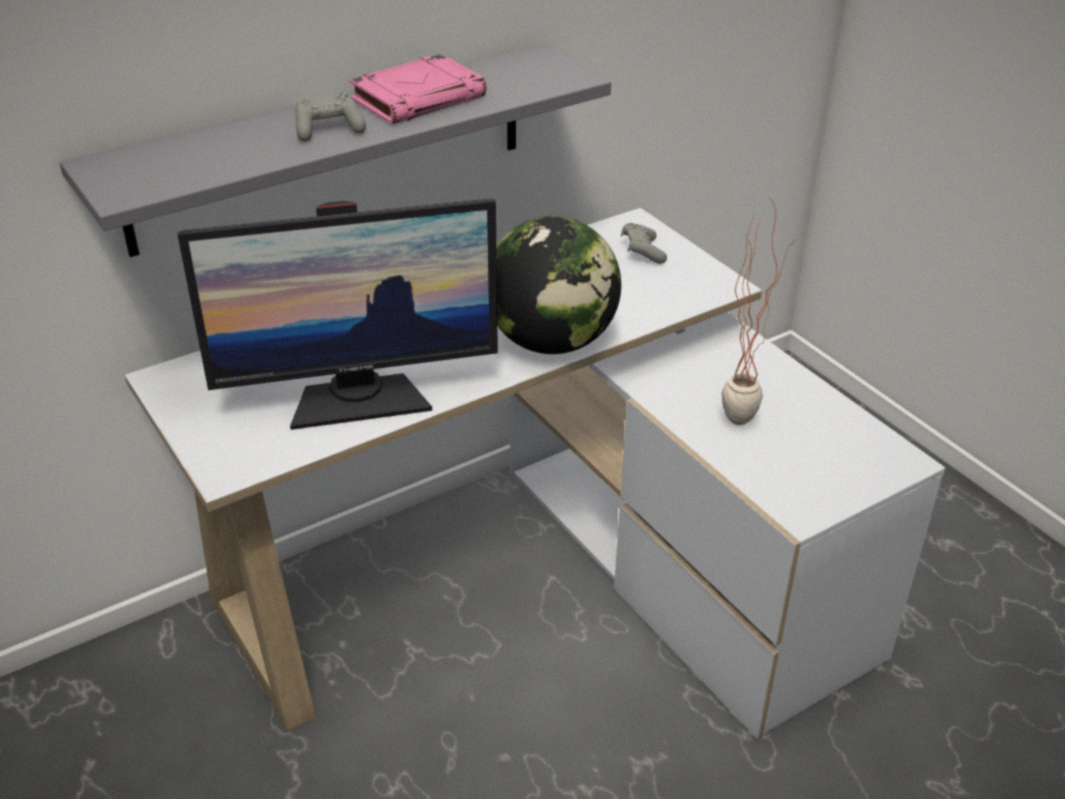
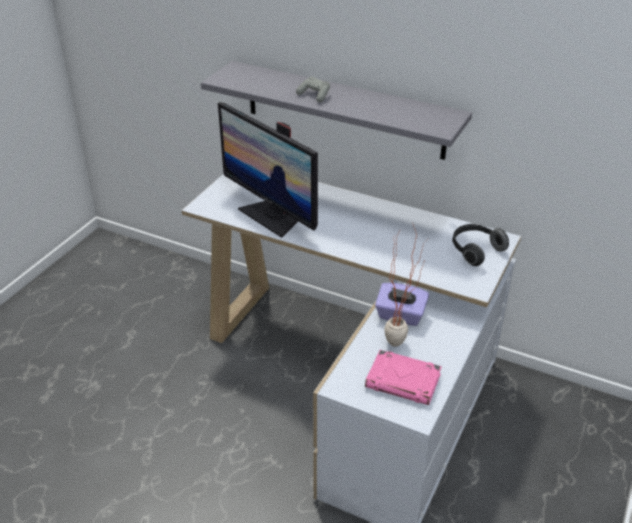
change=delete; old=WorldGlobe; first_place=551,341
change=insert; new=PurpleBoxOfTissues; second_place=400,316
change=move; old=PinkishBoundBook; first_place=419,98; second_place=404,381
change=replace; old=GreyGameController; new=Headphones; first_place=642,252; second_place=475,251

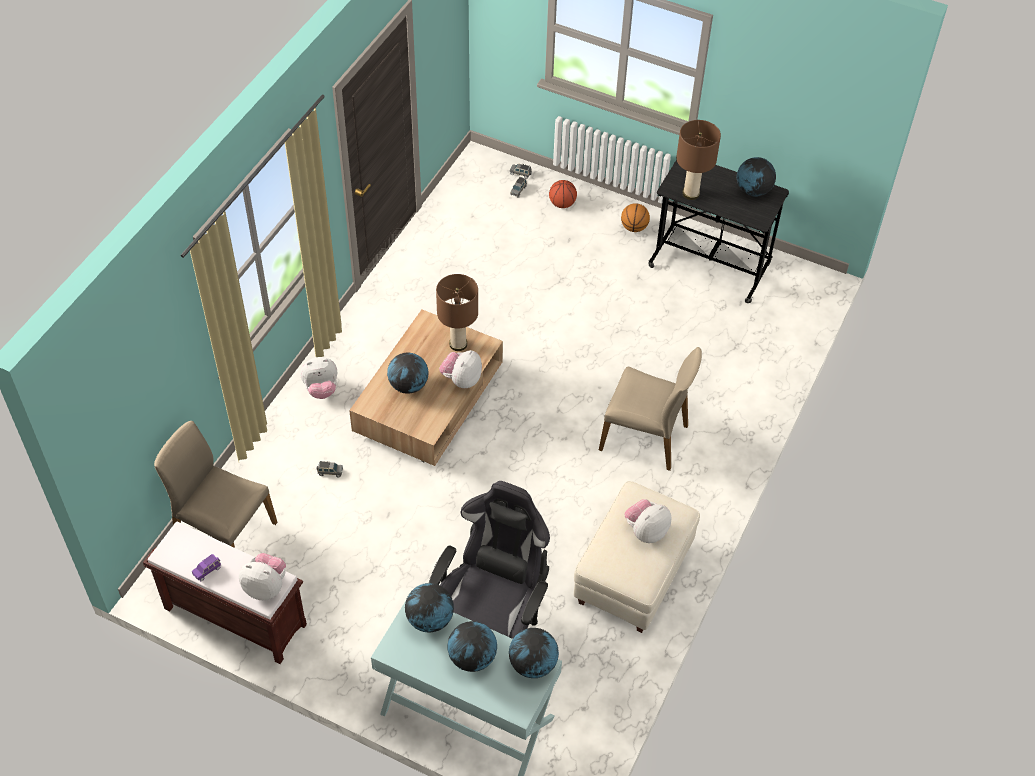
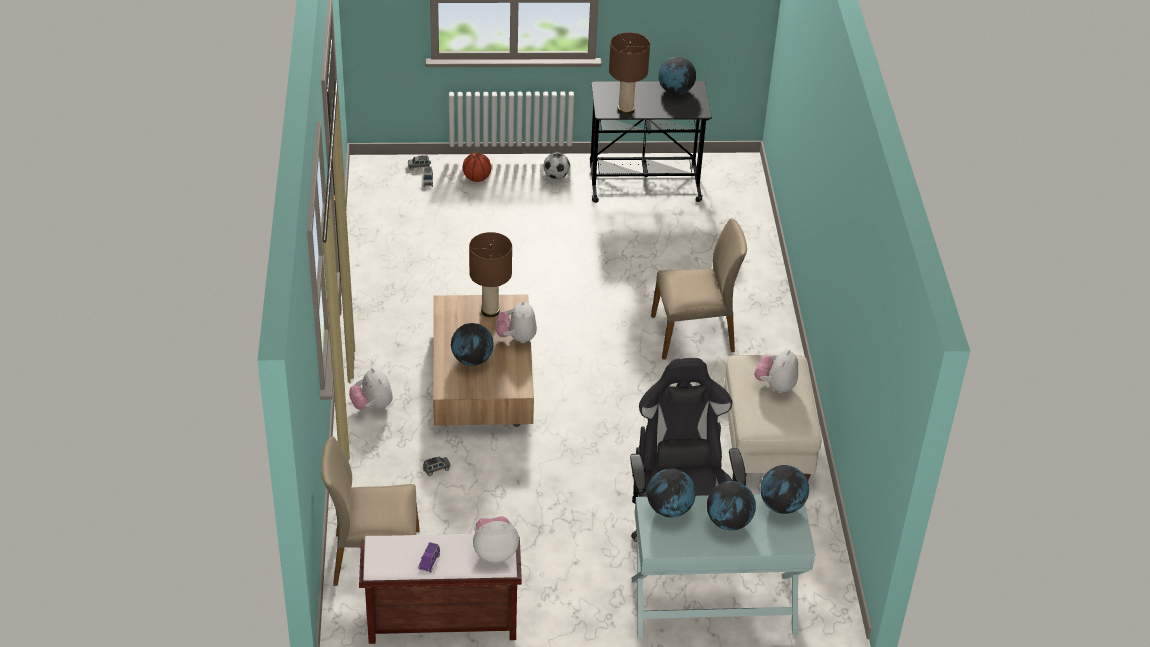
change=replace; old=Basketball; new=FootballBall; first_place=634,227; second_place=556,176
change=rotate; old=PlushToy; first_place=321,389; second_place=372,406; degrees=105

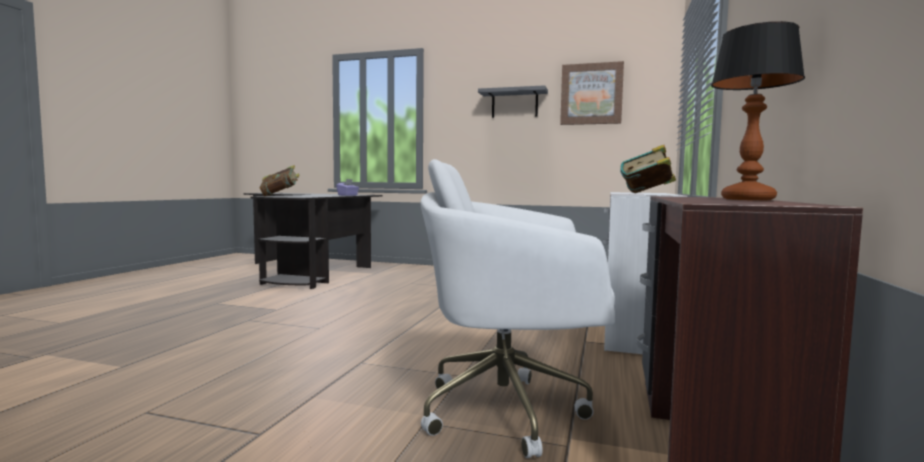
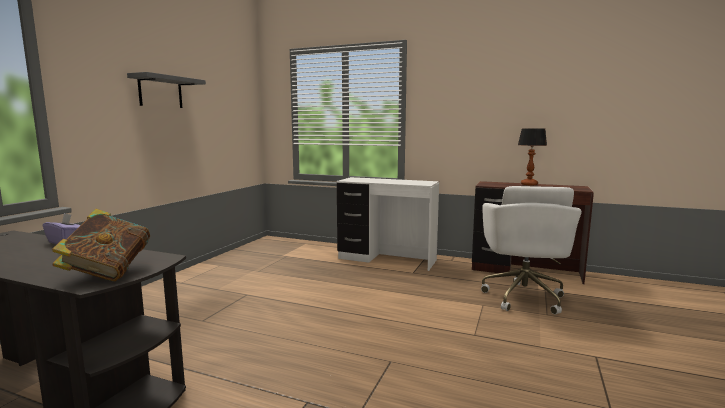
change=delete; old=Picture; first_place=591,94
change=delete; old=BoundBook; first_place=647,193

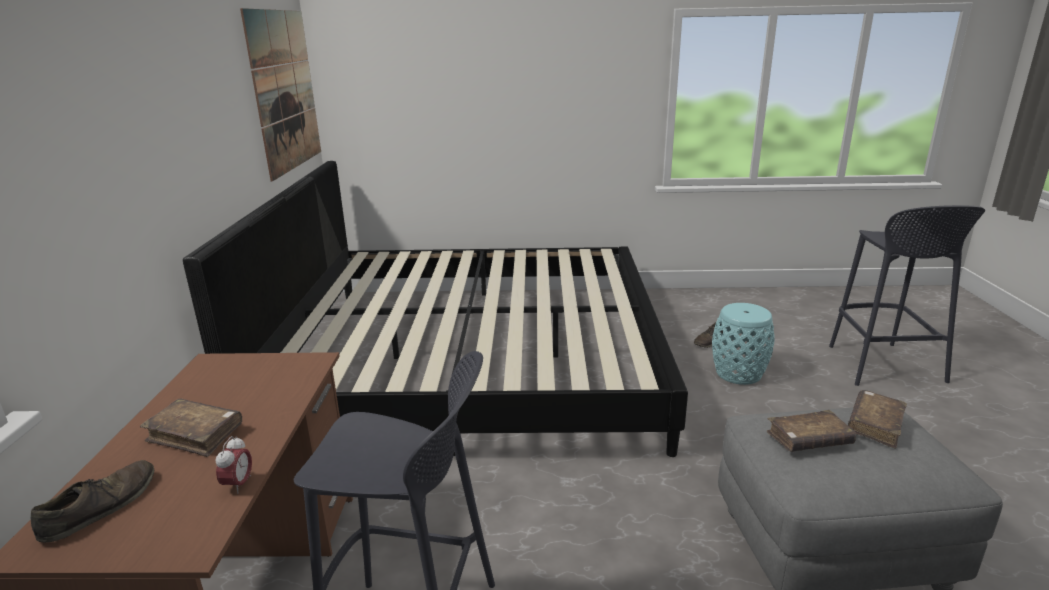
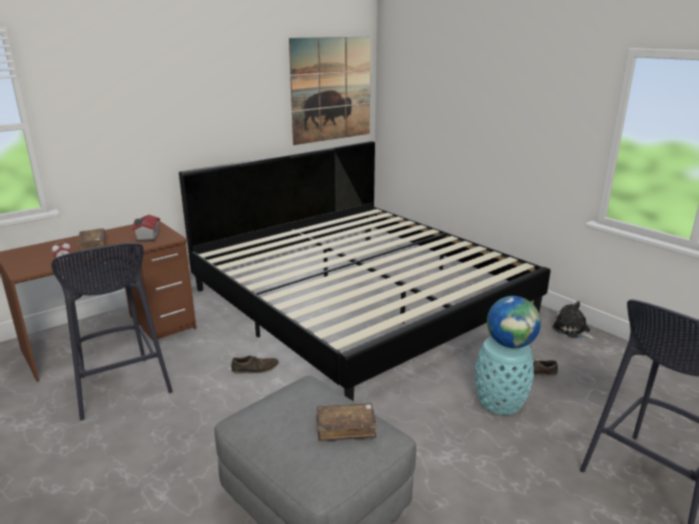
change=delete; old=BrownishBoundBook; first_place=808,440
change=insert; new=ModelHouse; second_place=147,237
change=insert; new=WorldGlobe; second_place=510,344
change=insert; new=PlushToy; second_place=572,330
change=move; old=BrownishItemOfFootwear; first_place=101,507; second_place=255,369

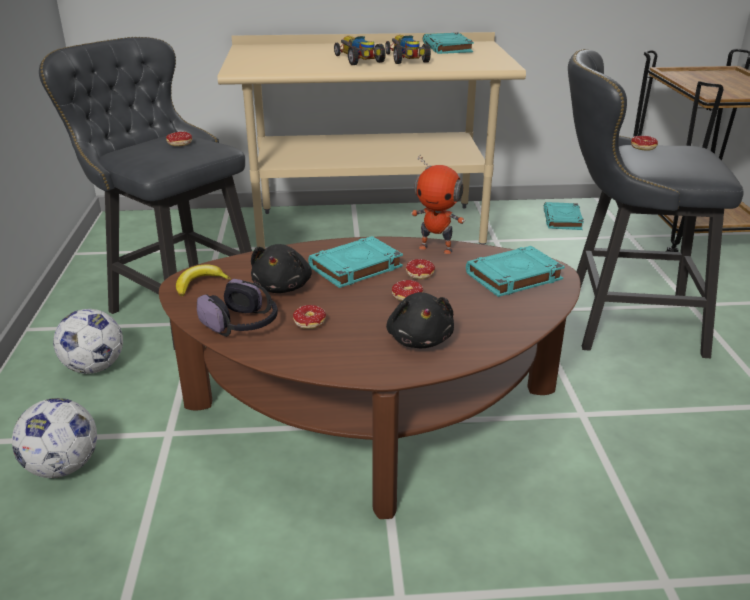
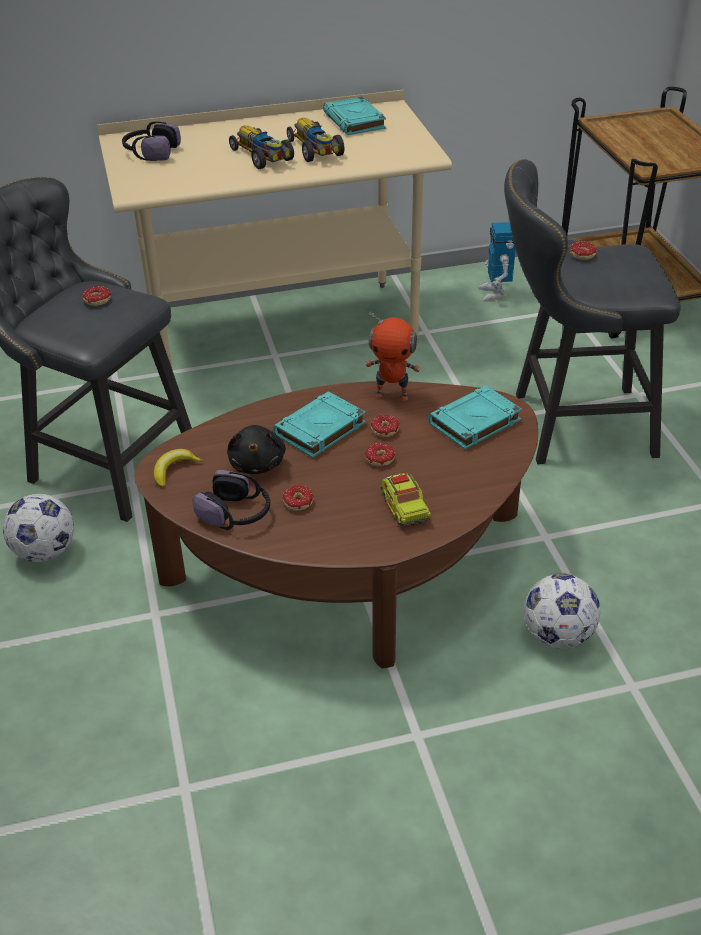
change=insert; new=Headphones; second_place=151,152
change=move; old=FootballBall; first_place=63,467; second_place=557,636
change=replace; old=BlackishPlushToy; new=ToyLorry; first_place=420,339; second_place=404,508
change=replace; old=TurquoiseColouredBoundBook; new=ModelRobot; first_place=562,220; second_place=495,293

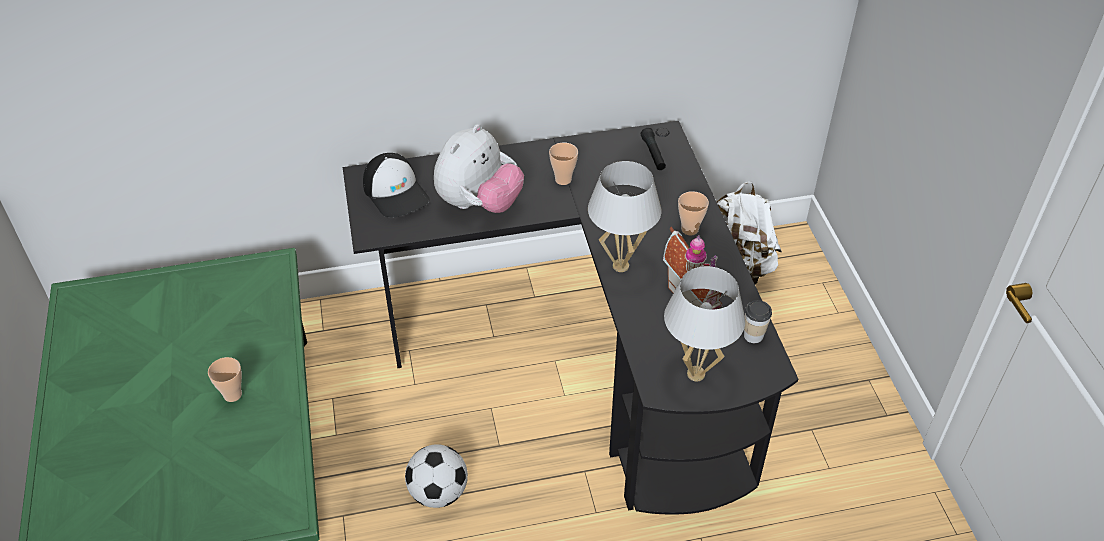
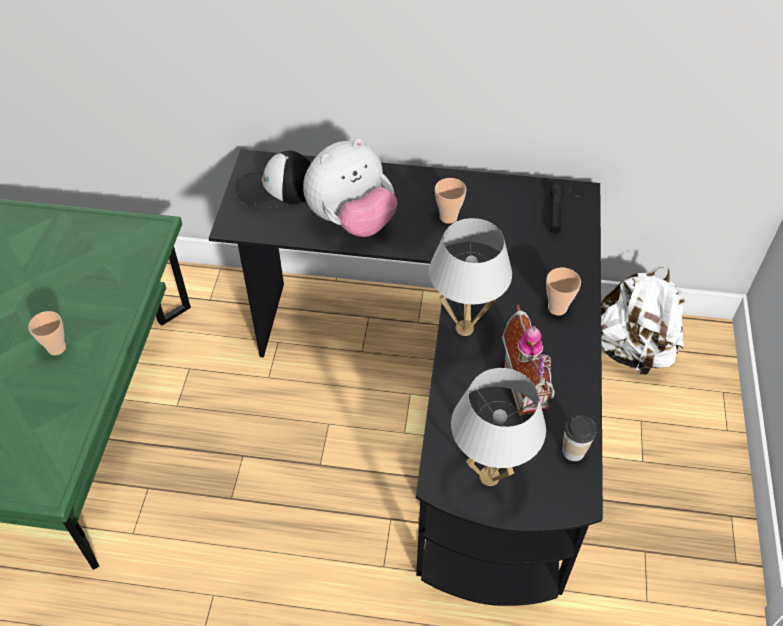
change=delete; old=FootballBall; first_place=438,492
change=rotate; old=Cap; first_place=396,192; second_place=277,188; degrees=90

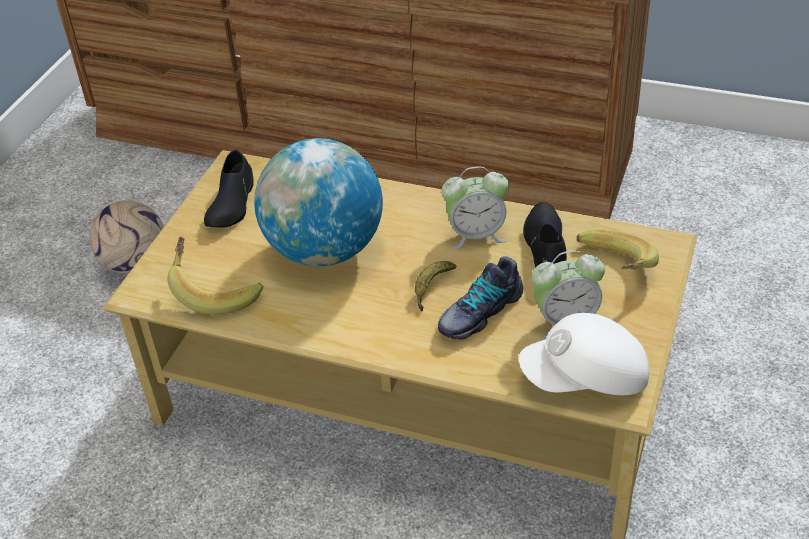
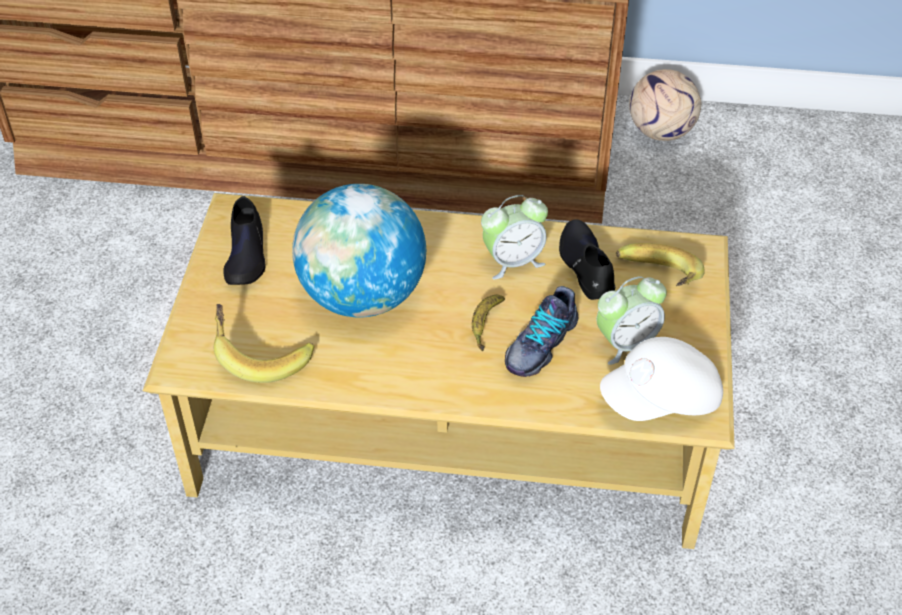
change=move; old=FootballBall; first_place=136,263; second_place=660,131

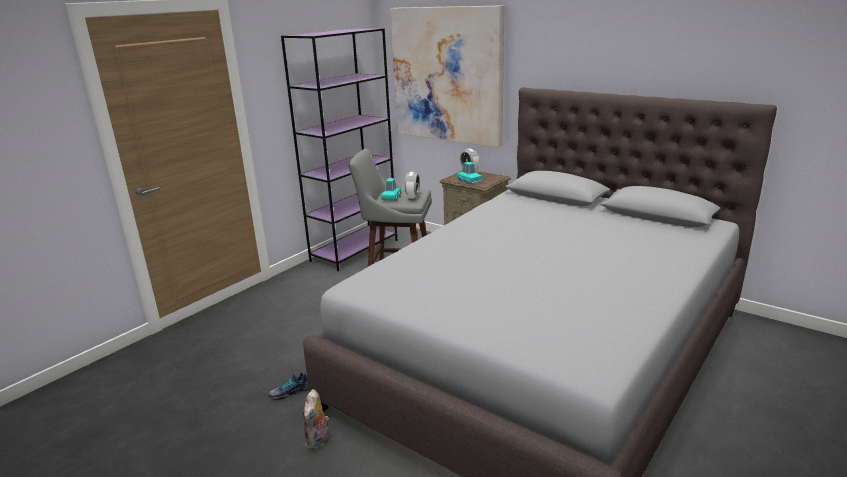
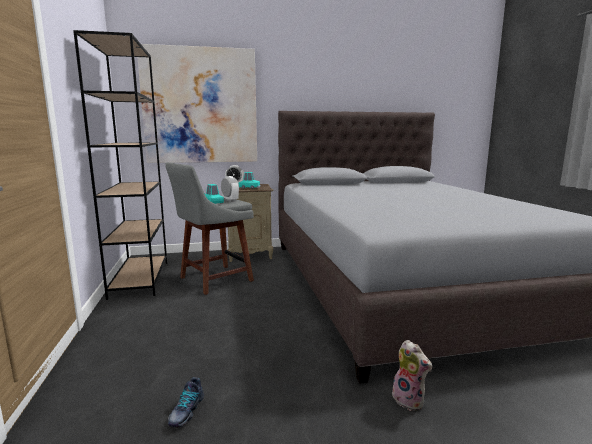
change=move; old=ItemOfFootwear; first_place=289,392; second_place=186,411
change=recolor; old=PurpleBookcase; new=BeigeBookcase; first_place=354,250; second_place=139,279

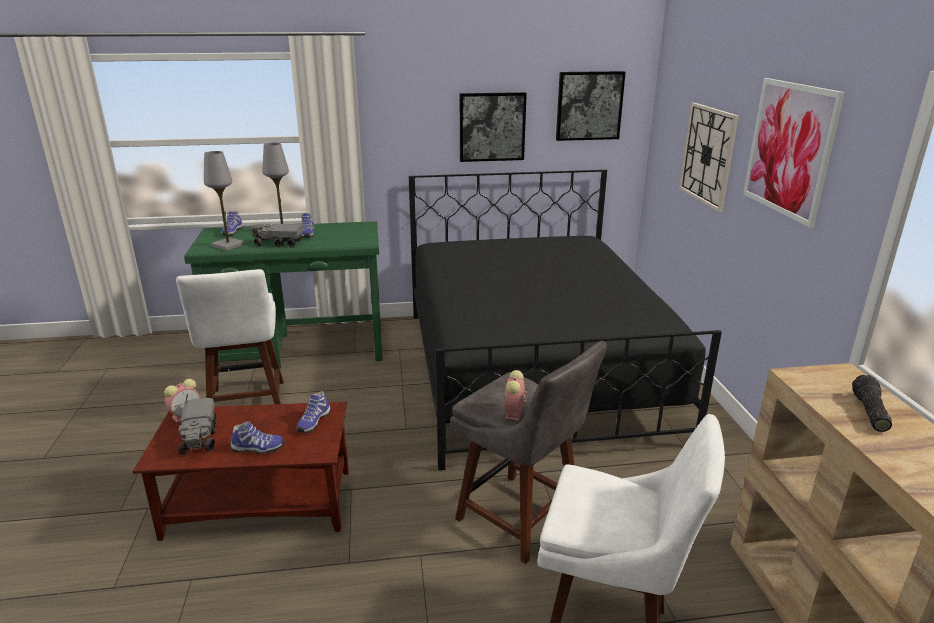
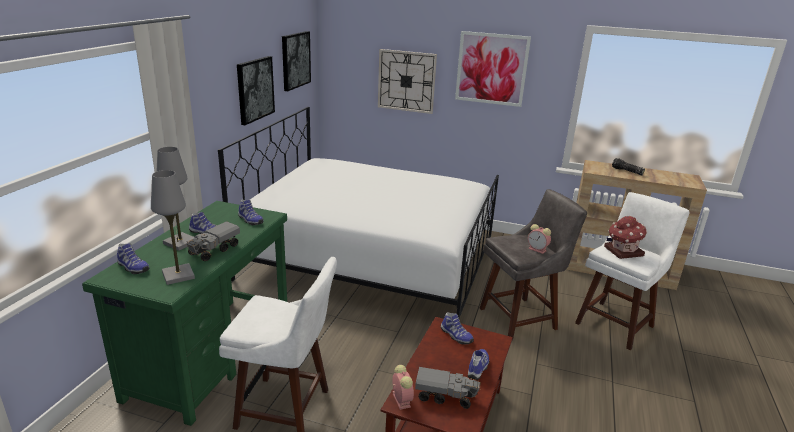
change=insert; new=ItemOfFootwear; second_place=250,220
change=insert; new=ModelHouse; second_place=622,251
change=recolor; old=BlackishBedroomBed; new=WhitishBedroomBed; first_place=532,370; second_place=369,261

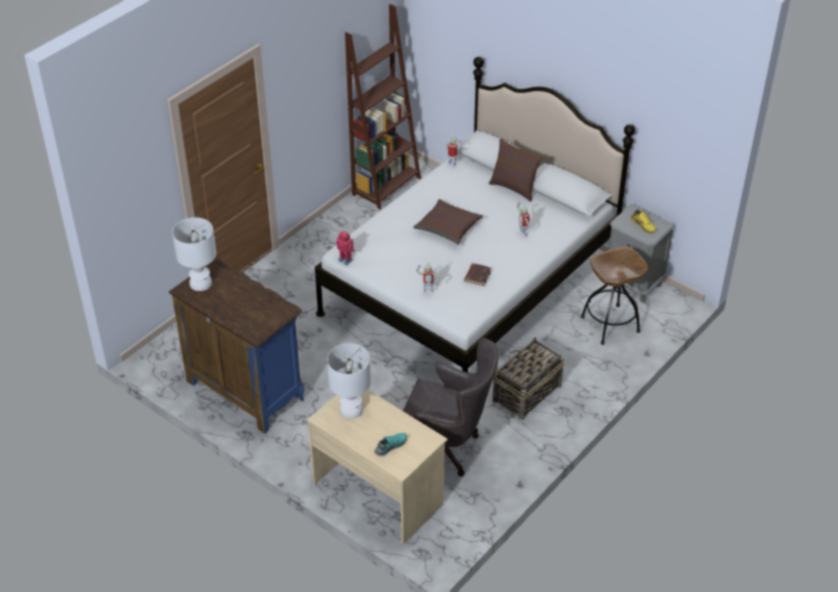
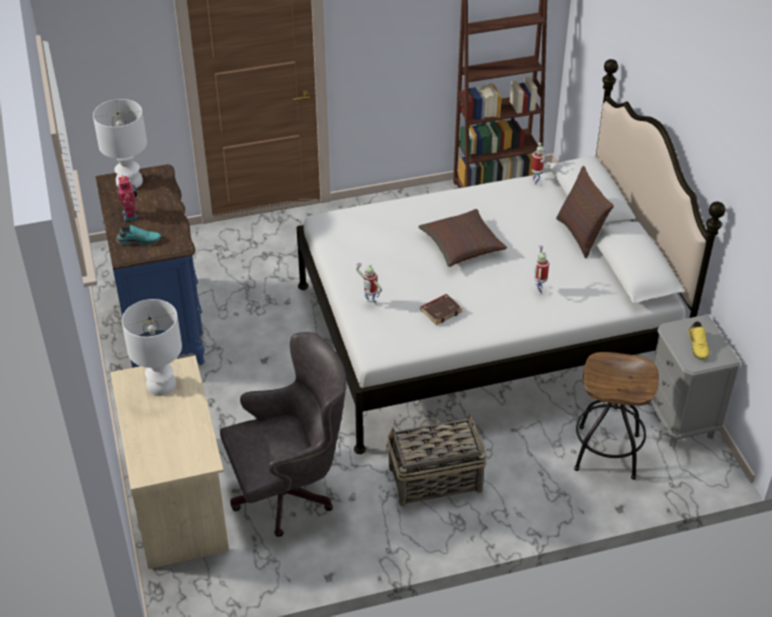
change=move; old=ModelRobot; first_place=346,259; second_place=131,215
change=move; old=TurquoiseColouredItemOfFootwear; first_place=390,446; second_place=139,240
change=rotate; old=GreyOfficeChair; first_place=446,450; second_place=289,493; degrees=-75

